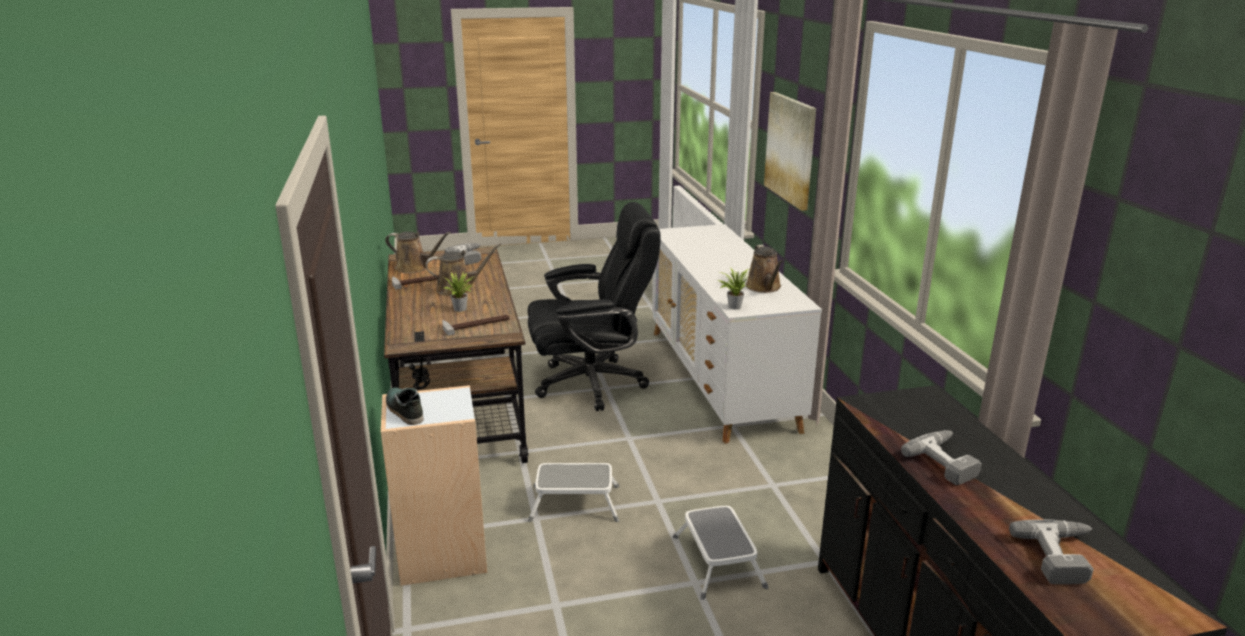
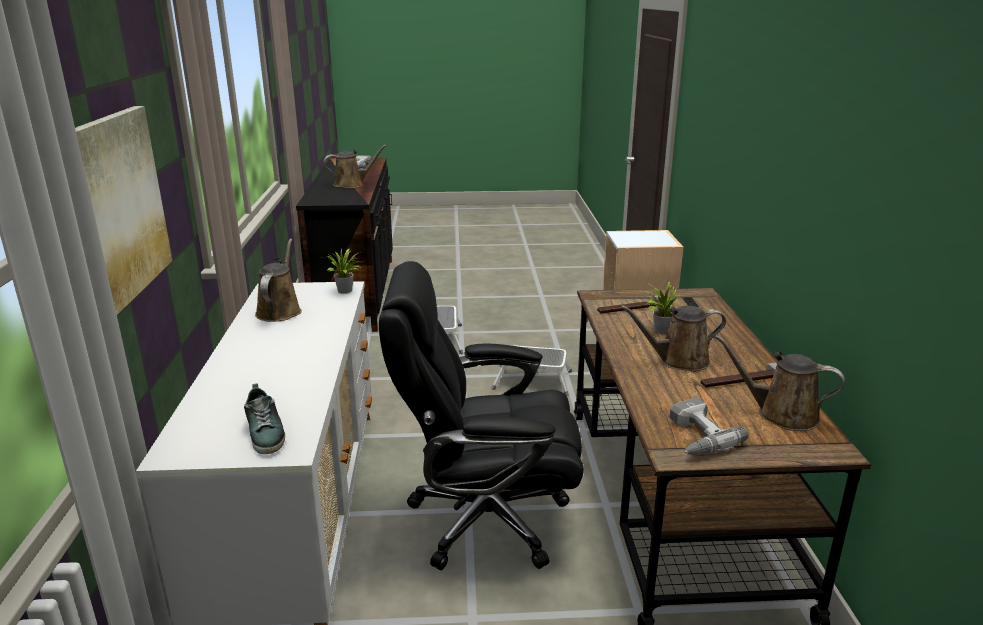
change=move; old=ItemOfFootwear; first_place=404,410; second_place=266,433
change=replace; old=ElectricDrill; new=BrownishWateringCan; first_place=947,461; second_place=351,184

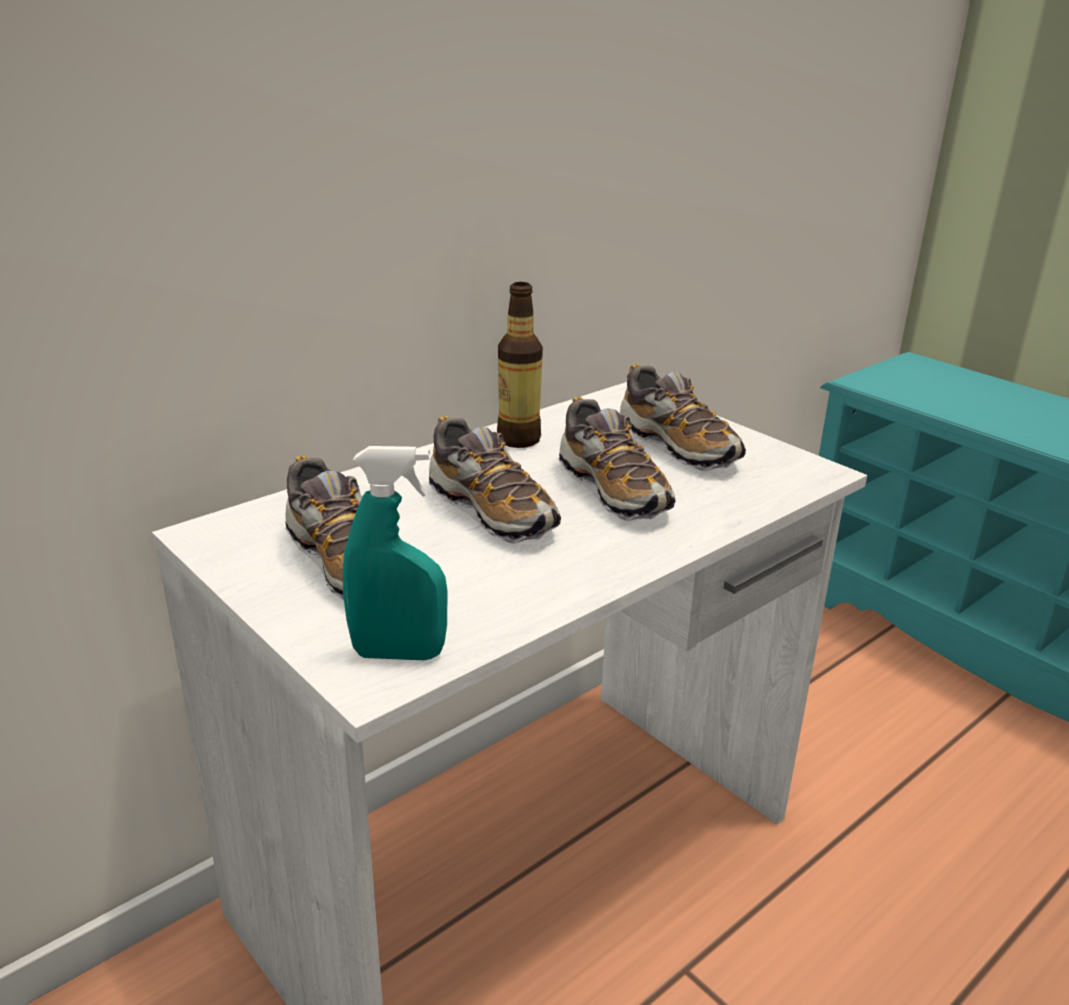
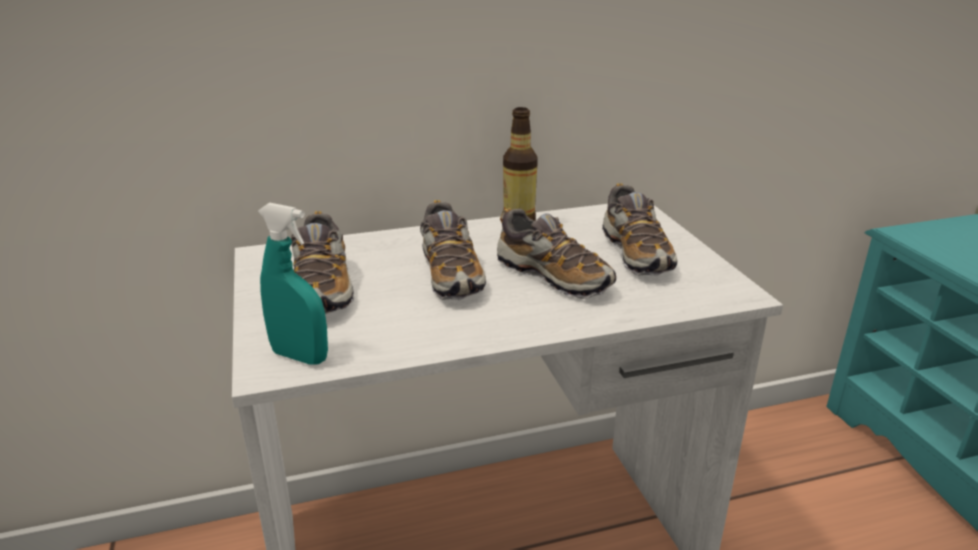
change=rotate; old=ItemOfFootwear; first_place=613,490; second_place=553,277; degrees=-45

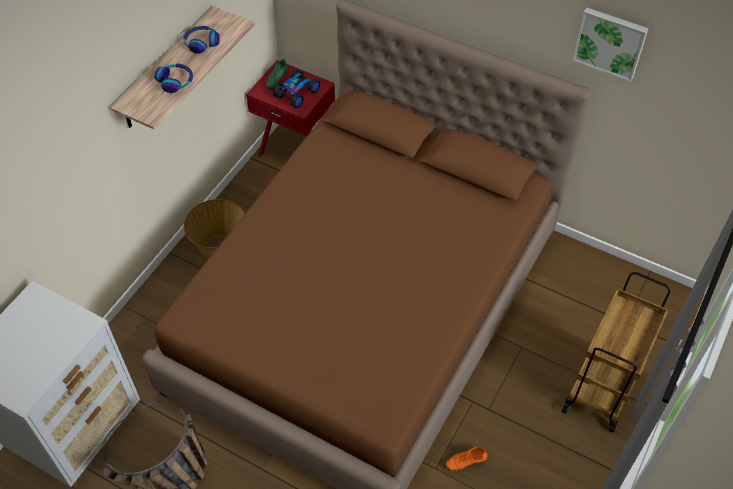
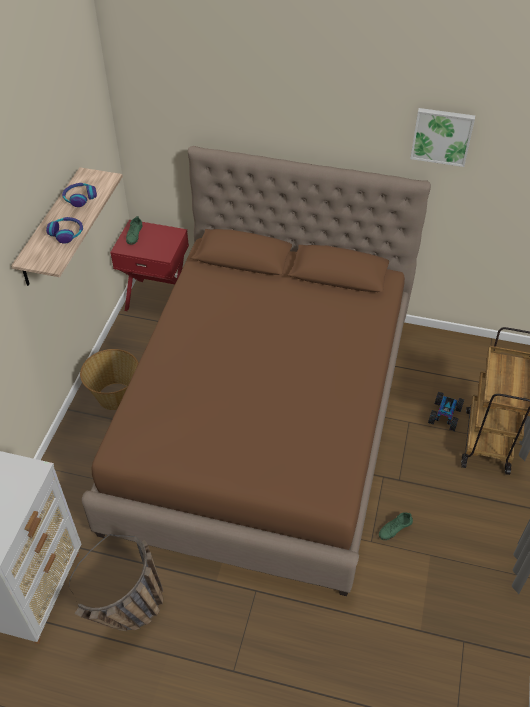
change=move; old=ModelCar; first_place=297,93; second_place=445,415
change=recolor; old=OrangeyItemOfFootwear; new=GreenItemOfFootwear; first_place=466,461; second_place=395,528

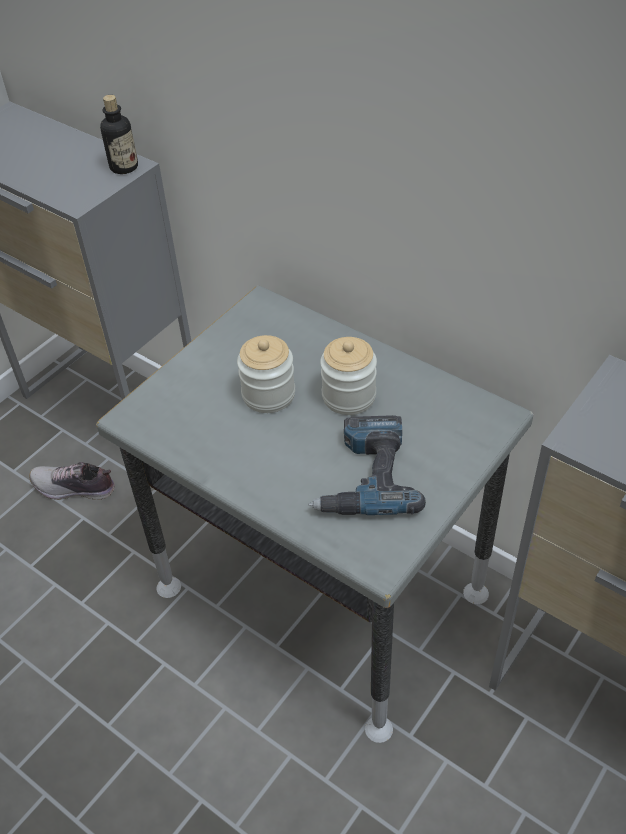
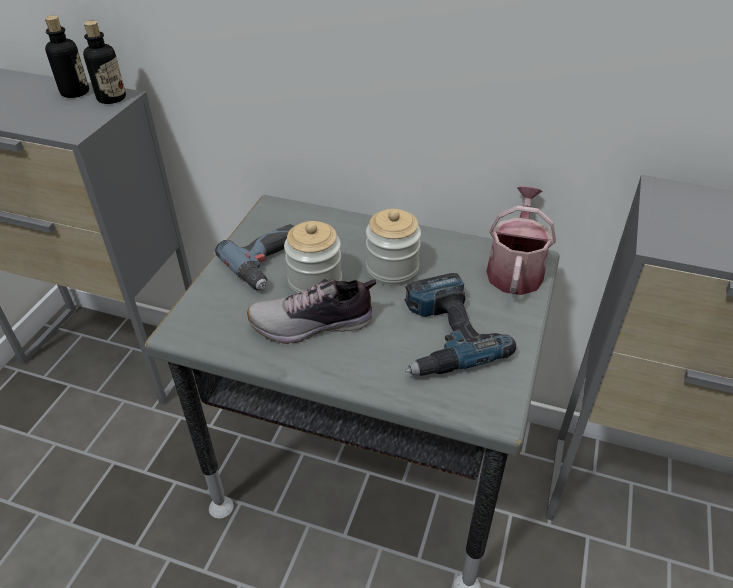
change=insert; new=Bottle; second_place=75,92
change=insert; new=ElectricDrill; second_place=269,263
change=insert; new=WateringCan; second_place=515,269
change=move; old=ItemOfFootwear; first_place=75,488; second_place=313,324

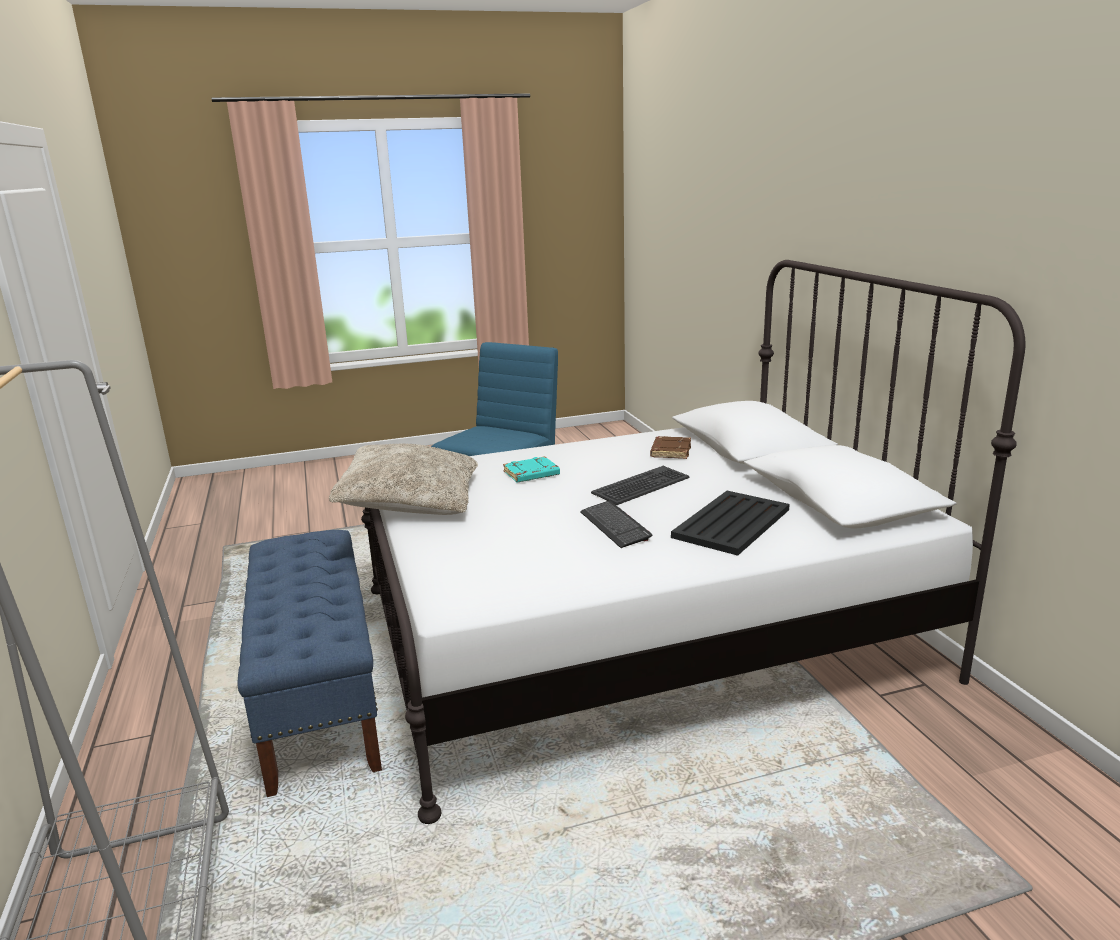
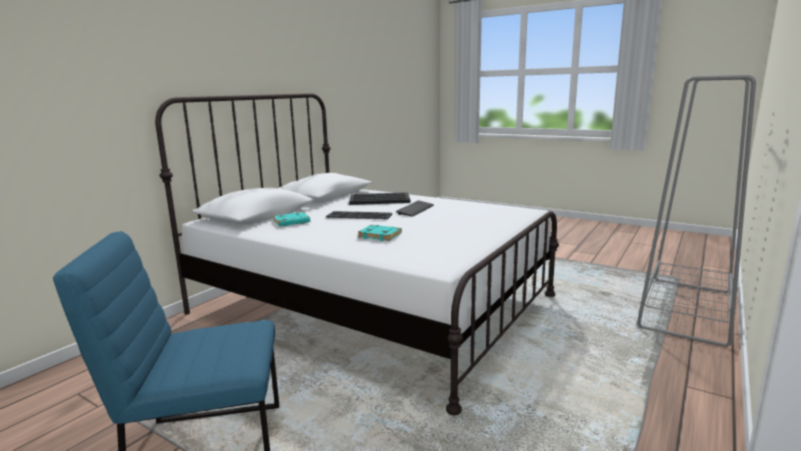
change=delete; old=BlueColouredIndoorBench; first_place=320,698
change=delete; old=BeigeCushion; first_place=411,501
change=recolor; old=BrownishBoundBook; new=TurquoiseColouredBoundBook; first_place=670,451; second_place=291,222

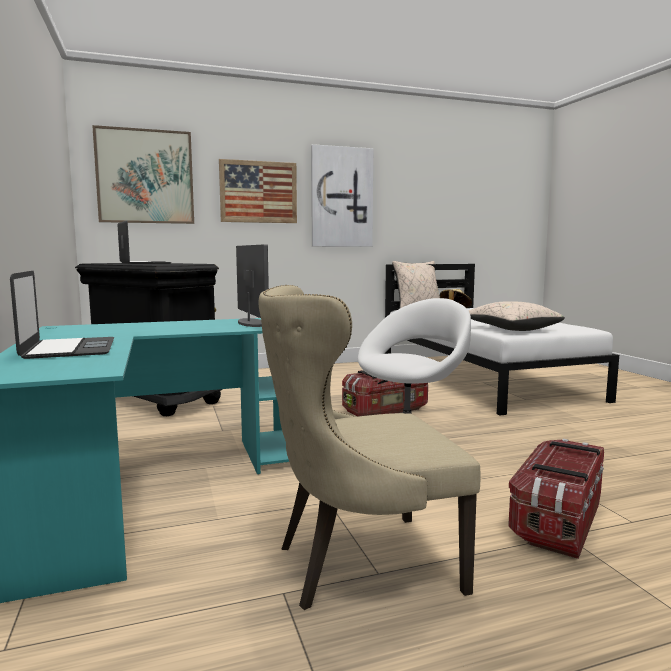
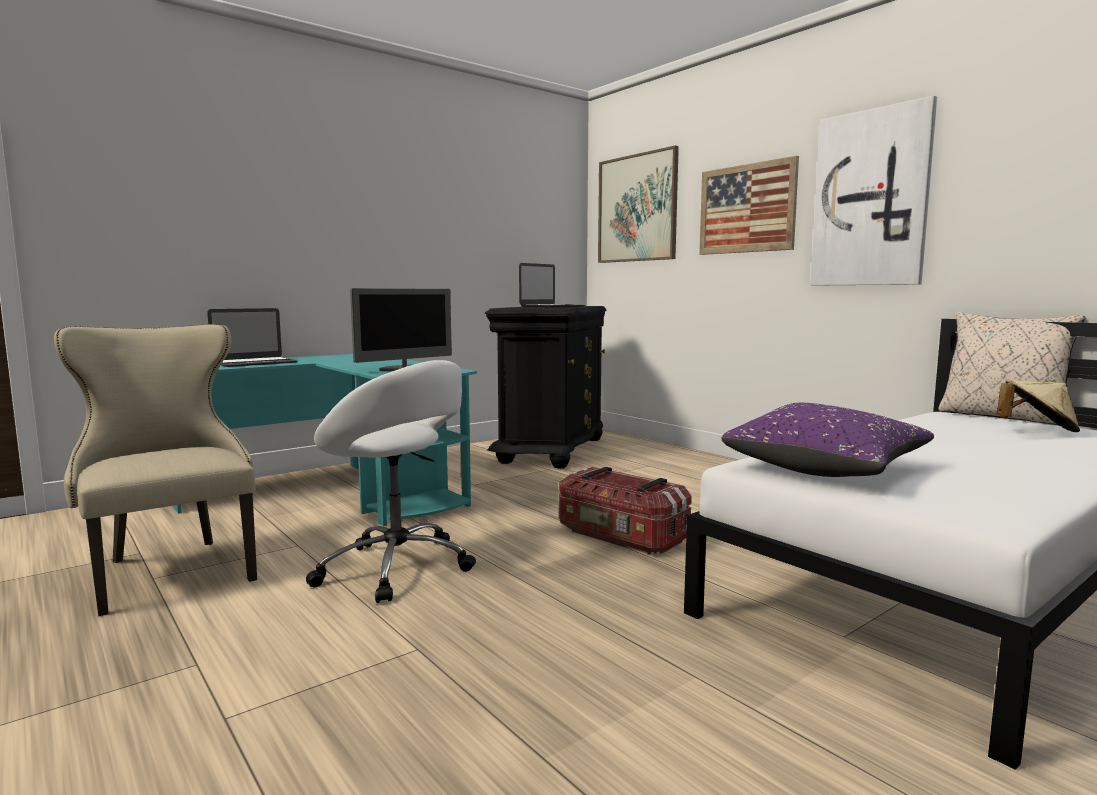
change=delete; old=StorageBox; first_place=557,520
change=recolor; old=BeigeCushion; new=PurpleCushion; first_place=511,329; second_place=825,468

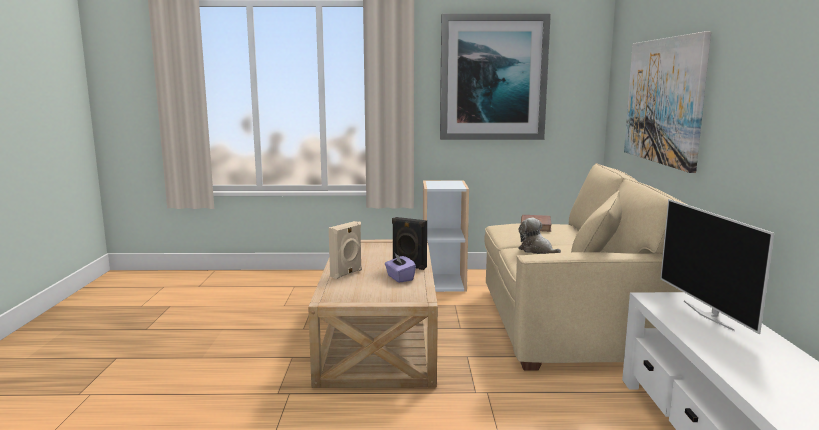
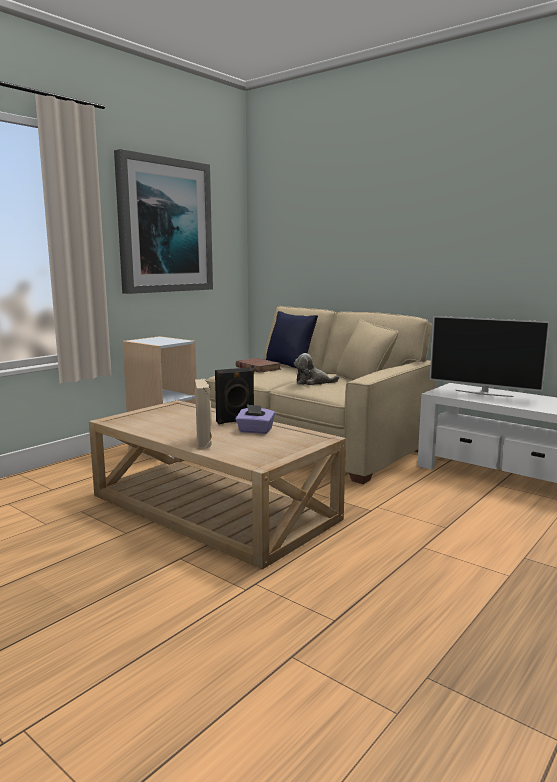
change=delete; old=Picture; first_place=663,101
change=insert; new=BlueColouredCushion; second_place=290,367

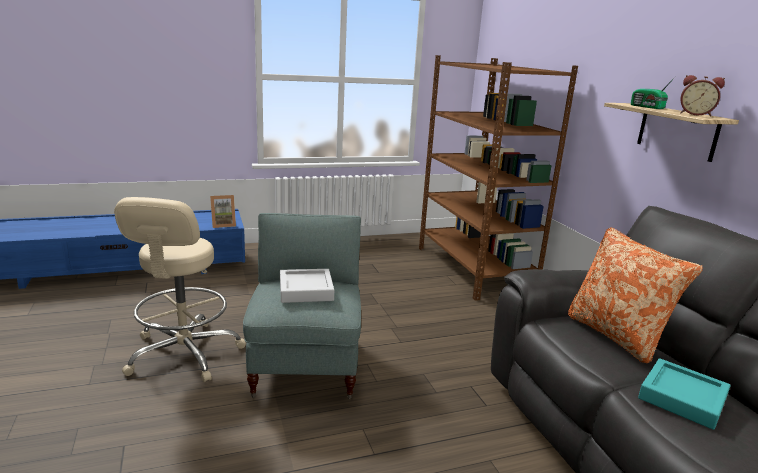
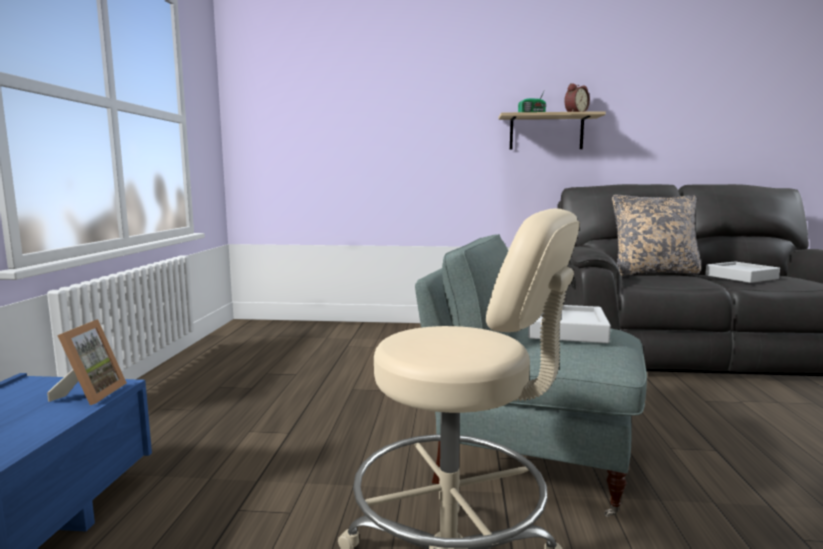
change=delete; old=BrownishBookcase; first_place=473,269
change=recolor; old=OrangeyCushion; new=GreyCushion; first_place=615,338; second_place=654,274
change=recolor; old=TurquoiseColouredServingTray; new=GreyServingTray; first_place=682,398; second_place=741,277

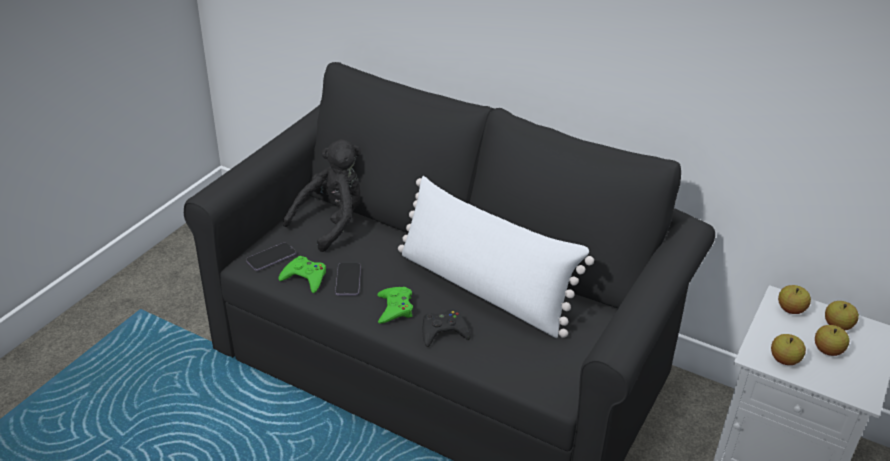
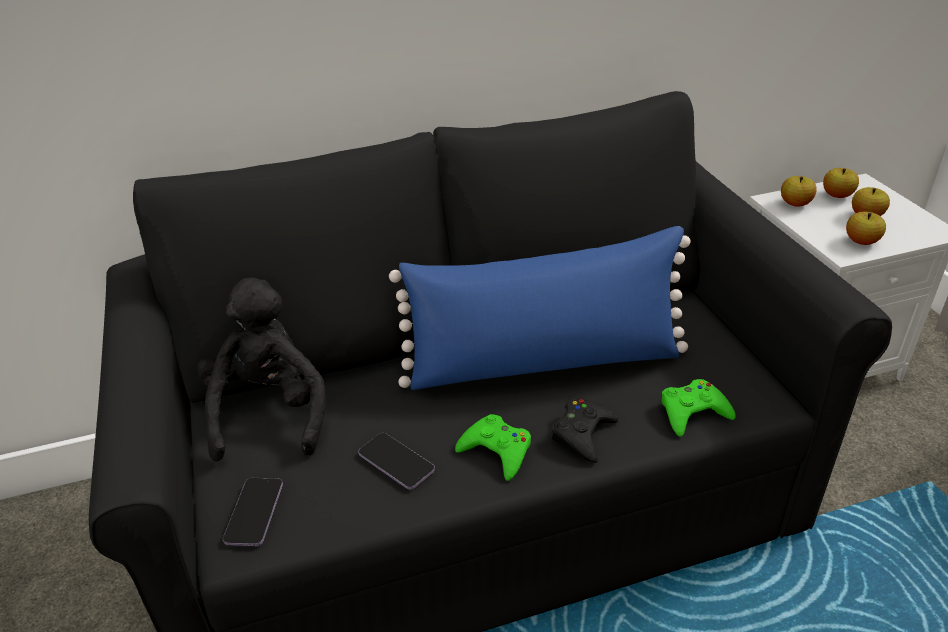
change=move; old=GreenGameController; first_place=305,278; second_place=693,412
change=recolor; old=WhitishCushion; new=BlueColouredCushion; first_place=483,289; second_place=544,362

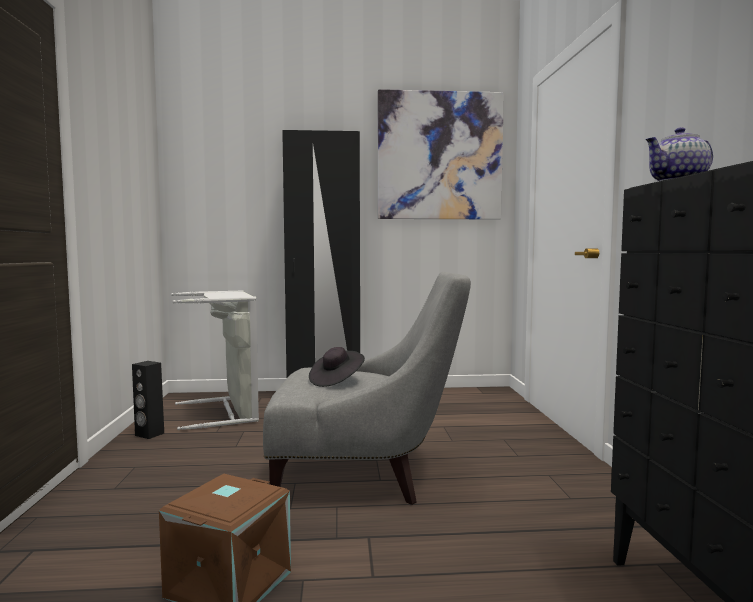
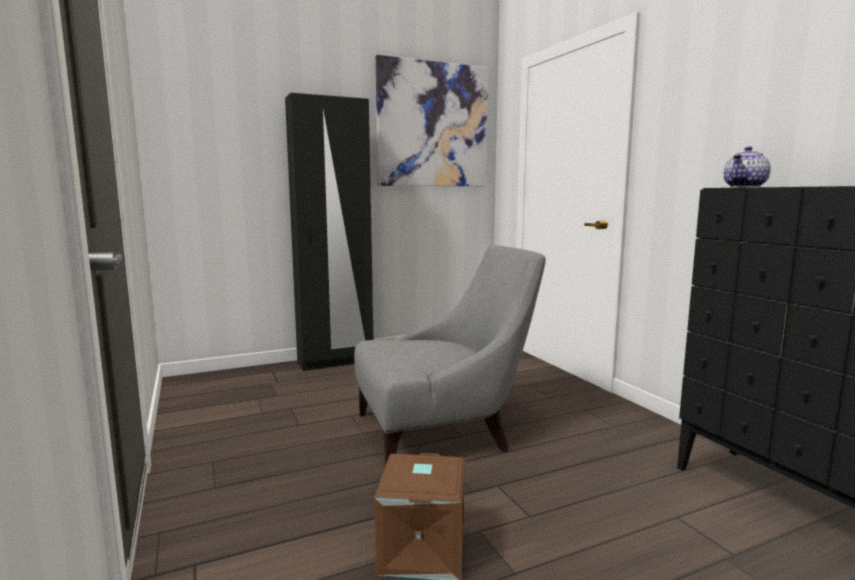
change=delete; old=BlackishAudioSpeaker; first_place=149,434
change=delete; old=GreyLaundryBasket; first_place=227,412
change=delete; old=BlackishClothingHat; first_place=336,381

